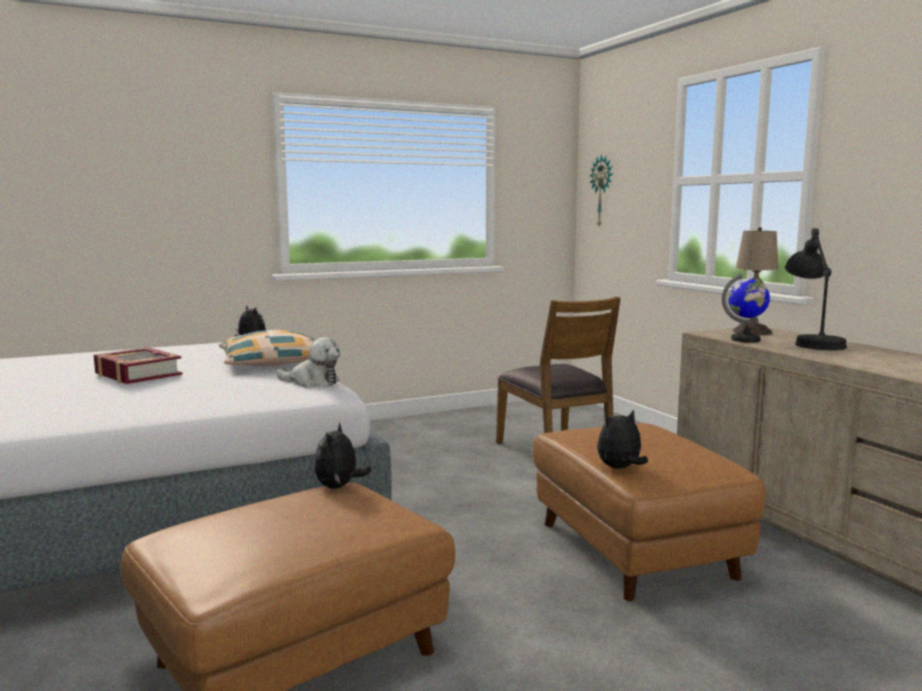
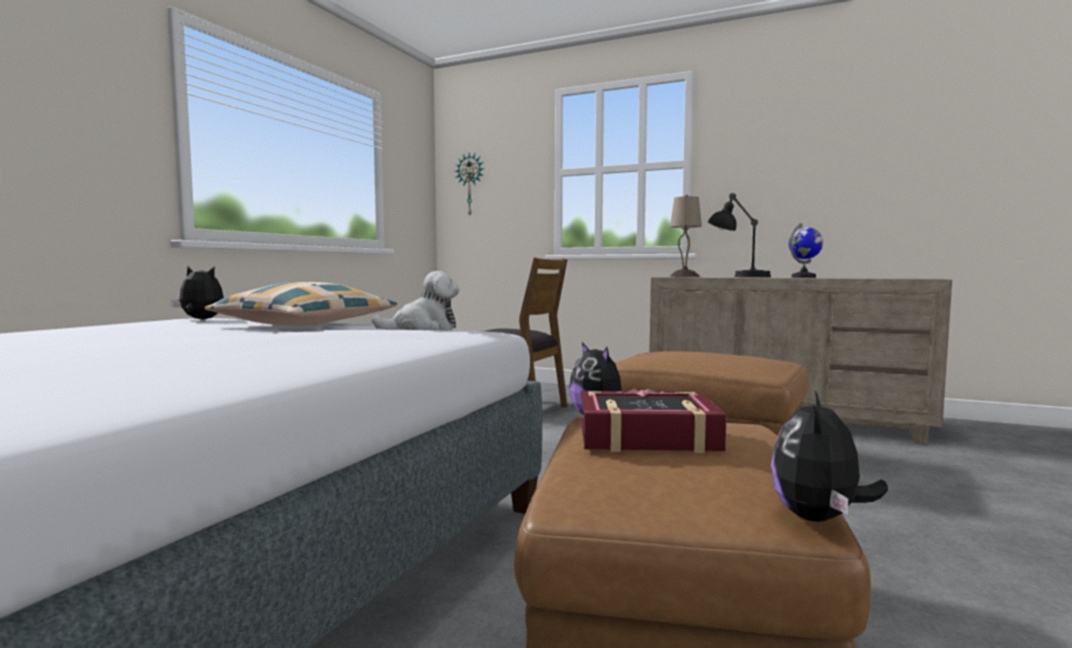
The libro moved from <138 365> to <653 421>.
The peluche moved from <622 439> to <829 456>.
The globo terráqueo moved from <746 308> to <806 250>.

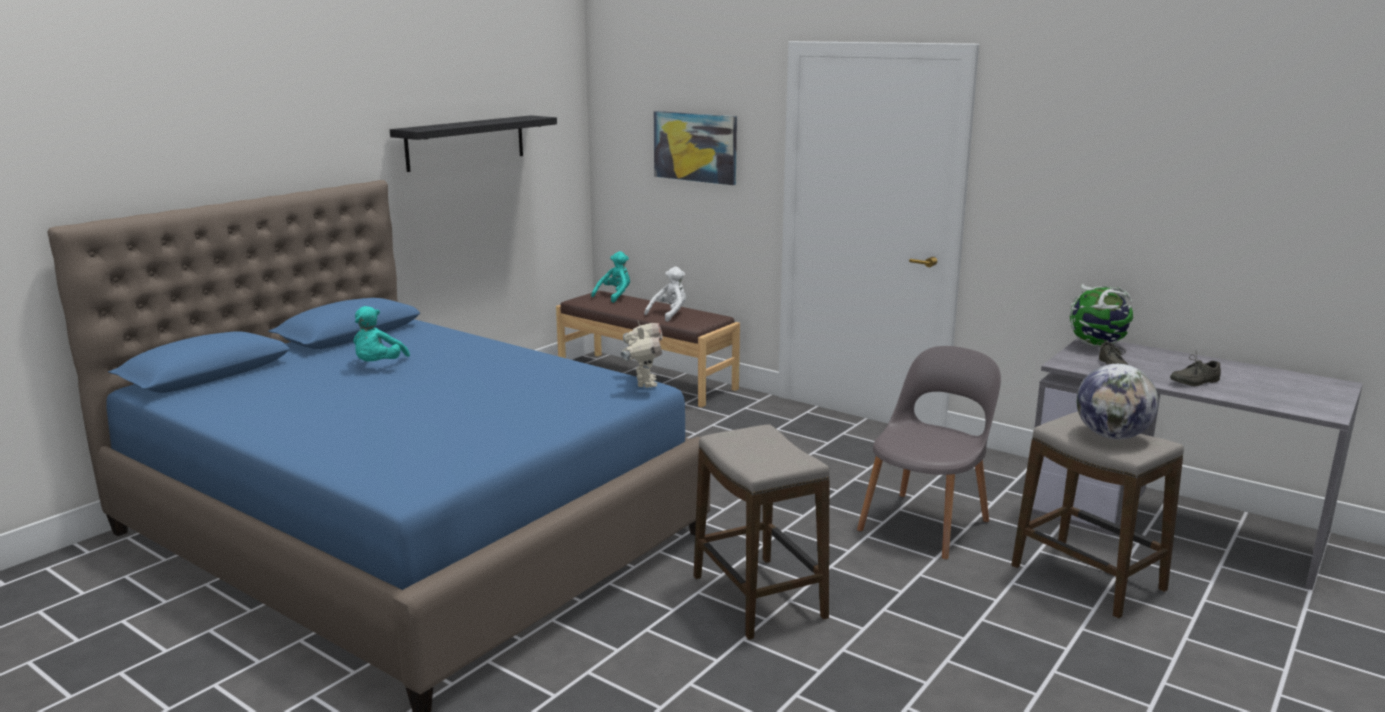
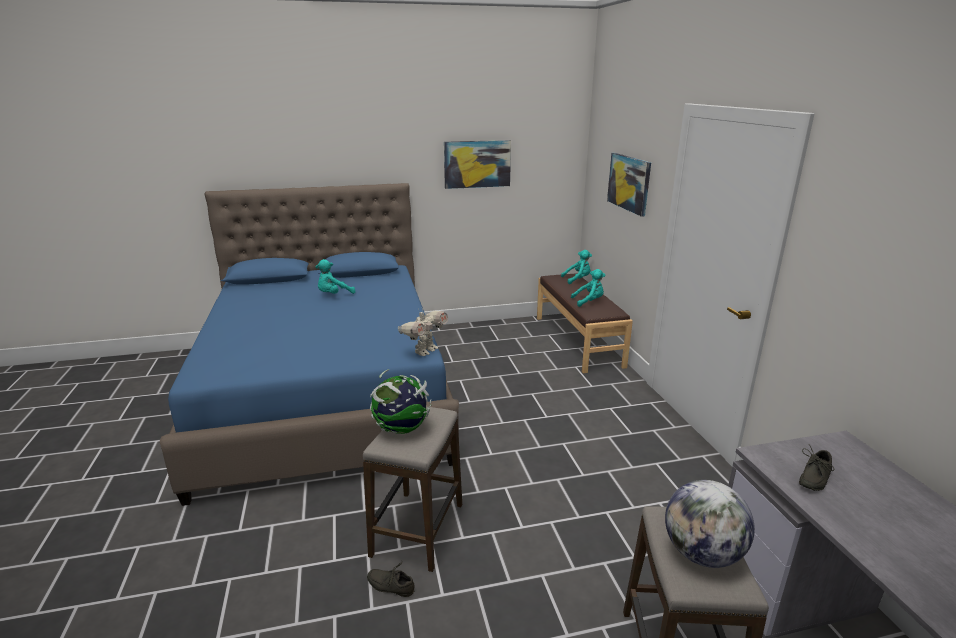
The silla (gris) at <929 453> disappeared.
The globo terráqueo moved from <1101 315> to <400 401>.
The zapato (gris) moved from <1195 369> to <390 579>.
The estante (negro) at <473 143> was replaced by the cuadro at <477 164>.
The peluche (blanco) at <665 294> became the peluche (turquesa) at <588 288>.

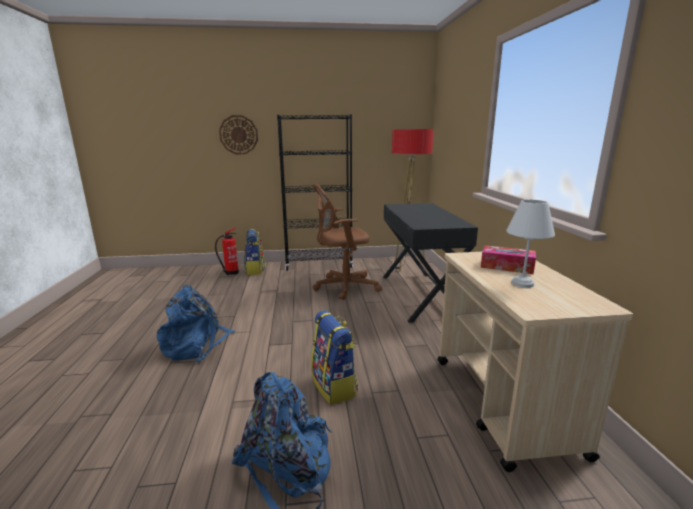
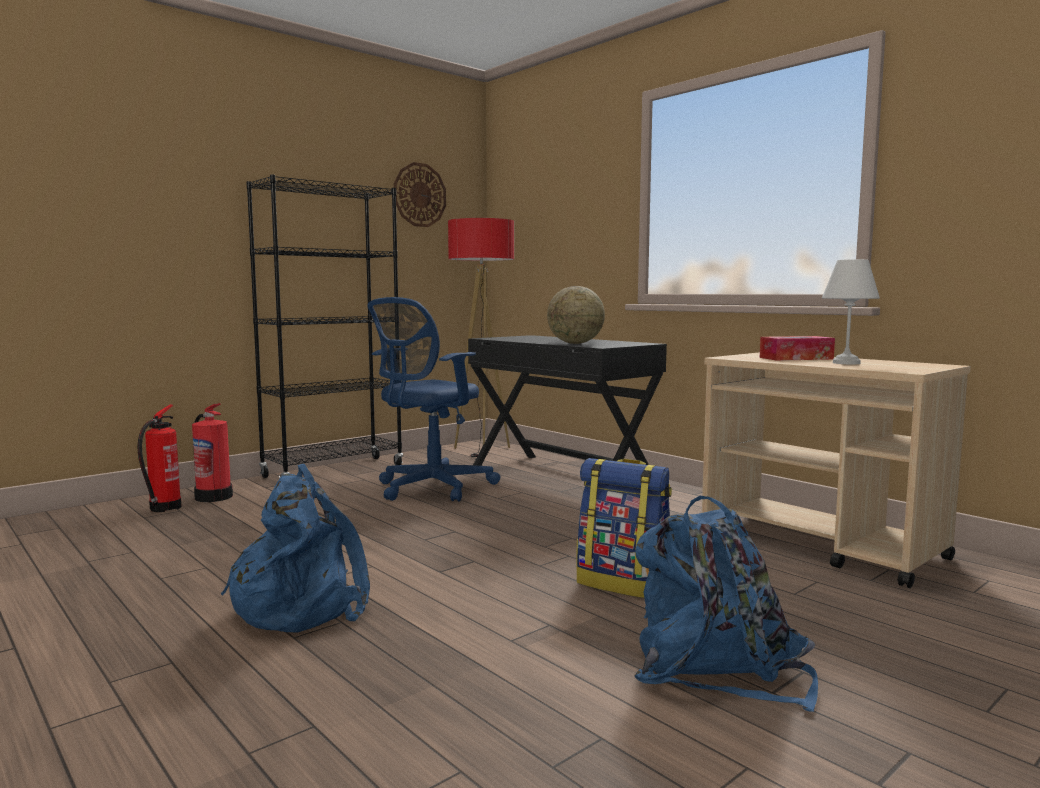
The globo terráqueo at <576 315> appeared.
The reloj de pared moved from <238 134> to <420 194>.
The mochila at <254 252> was replaced by the extintor at <212 452>.
The silla de oficina (marrón) at <347 242> became the silla de oficina (azul) at <434 399>.

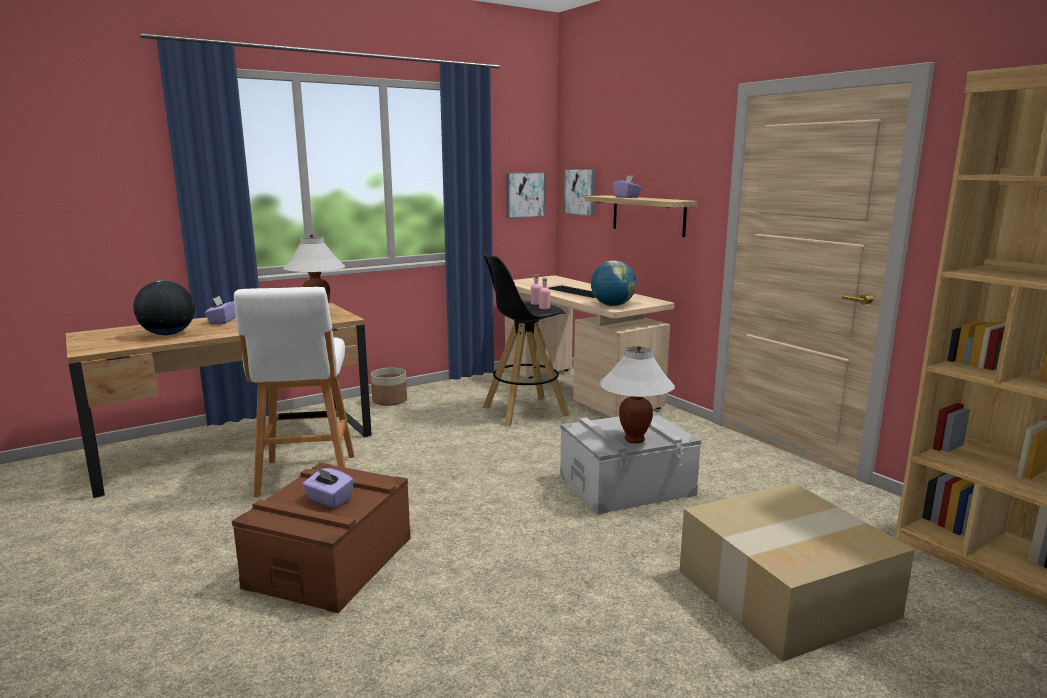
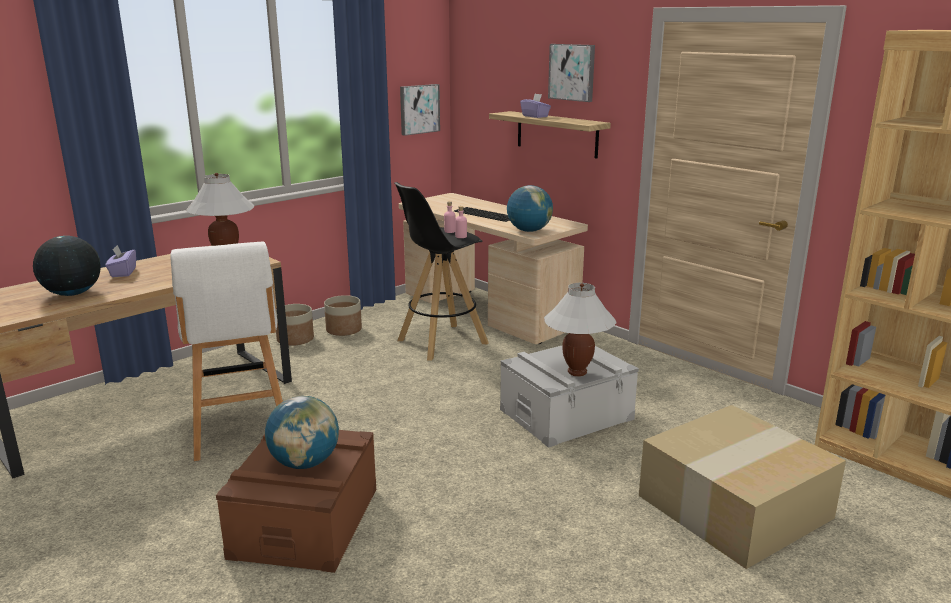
The maceta at <343 315> appeared.
The cuadro moved from <580 192> to <571 73>.
The caja de pañuelos (morado) at <328 487> was replaced by the globo terráqueo at <302 432>.

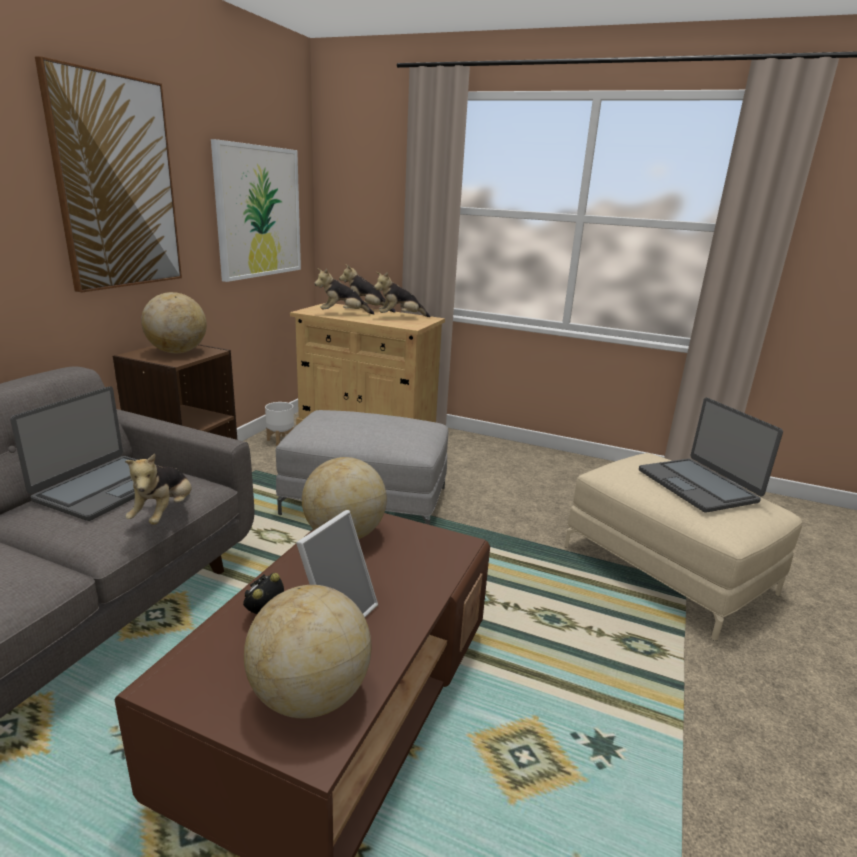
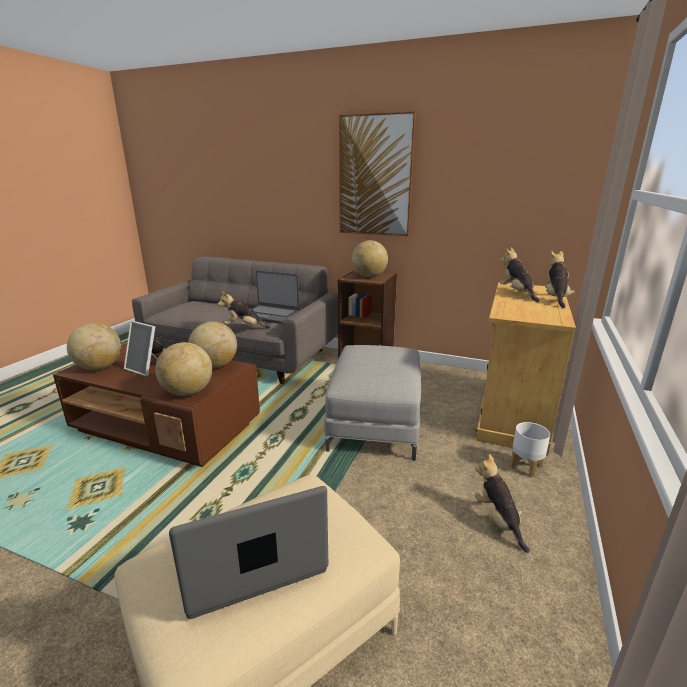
The cuadro at <256 210> disappeared.
The globo terráqueo at <183 369> appeared.
The maceta (blanco) moved from <279 424> to <530 449>.
The peluche moved from <402 294> to <502 503>.

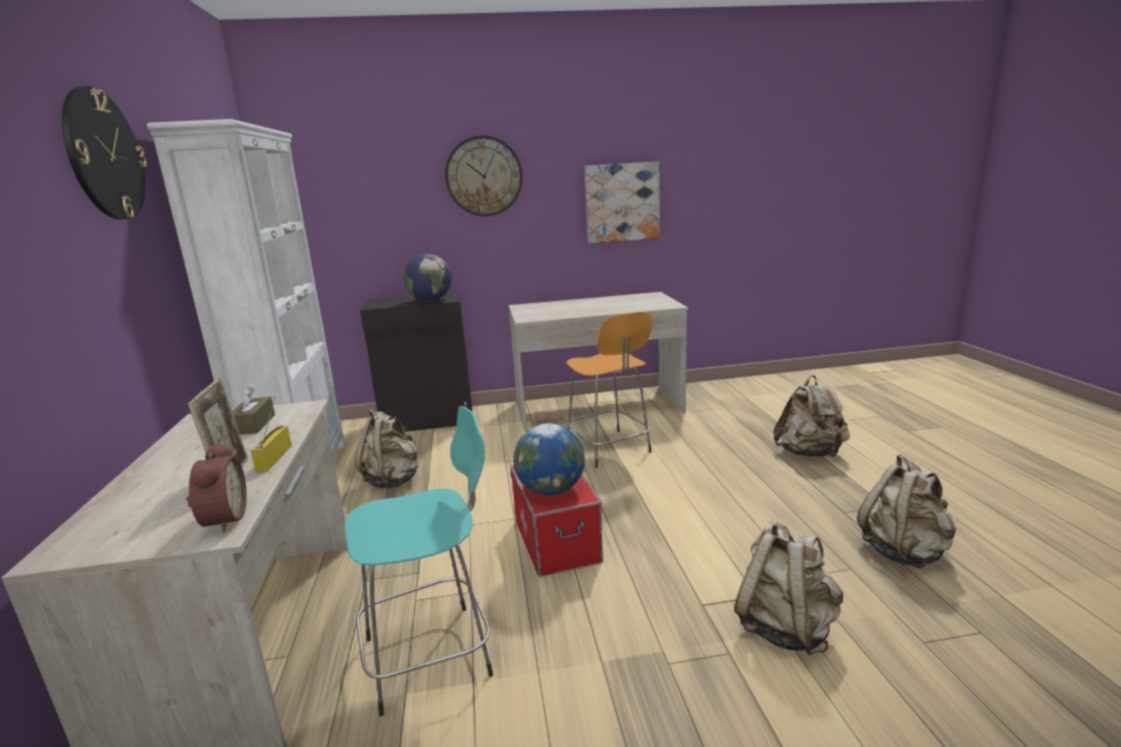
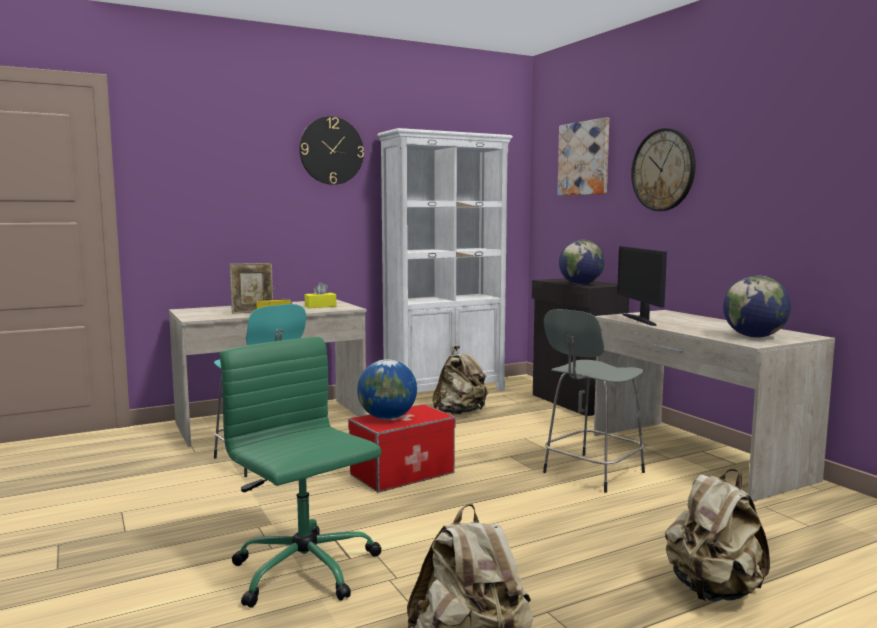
The despertador at <216 487> disappeared.
The monitor at <642 286> appeared.
The globo terráqueo at <757 306> appeared.
The cuadro moved from <622 202> to <583 156>.
The mochila (beis) at <788 588> was replaced by the silla de oficina (verde) at <300 472>.
The caja de pañuelos (marrón) at <253 411> became the caja de pañuelos (amarillo) at <320 295>.
The taburete (naranja) at <609 390> became the taburete (gris) at <594 401>.

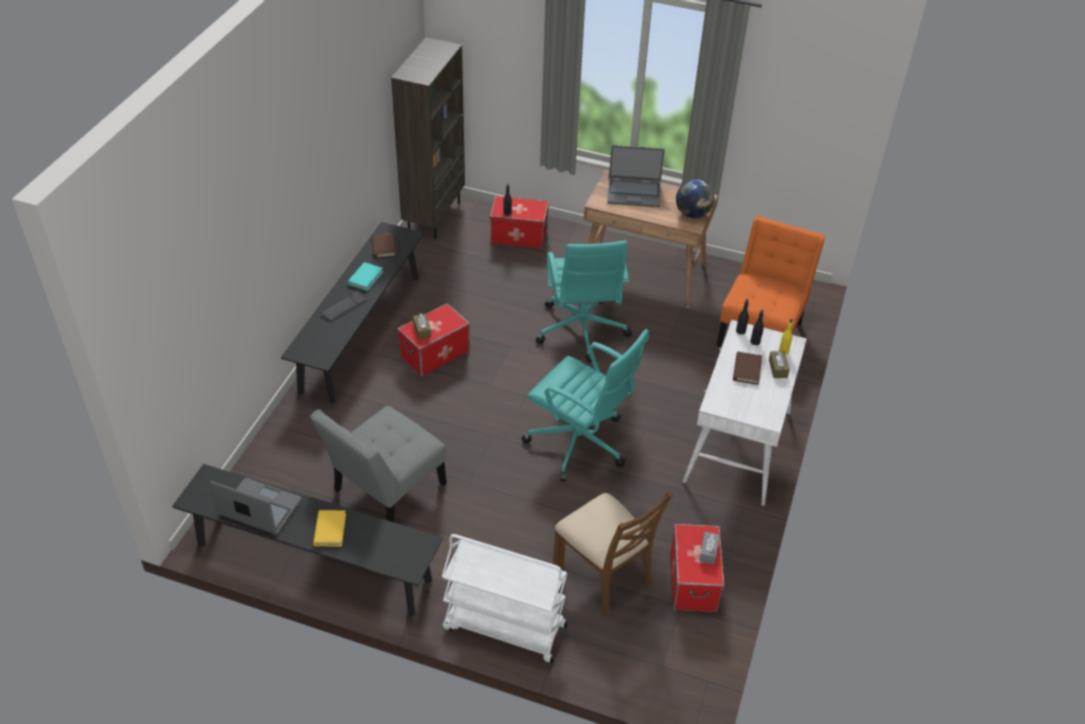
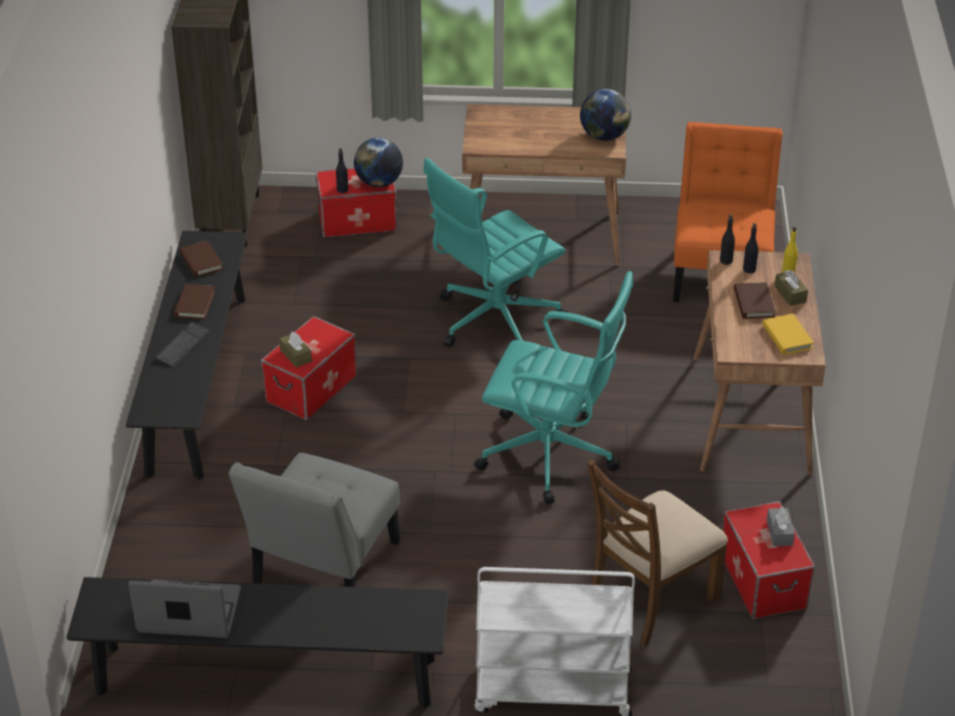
The portátil at <636 176> disappeared.
The globo terráqueo at <378 162> appeared.
The libro (amarillo) moved from <329 528> to <788 334>.
The libro (turquesa) at <365 276> became the libro (marrón) at <195 302>.
The escritorio (blanco) at <745 413> became the escritorio (marrón) at <759 362>.
The silla de oficina (turquesa) at <584 302> turned 75 degrees clockwise.
The silla (marrón) at <613 553> turned 105 degrees clockwise.

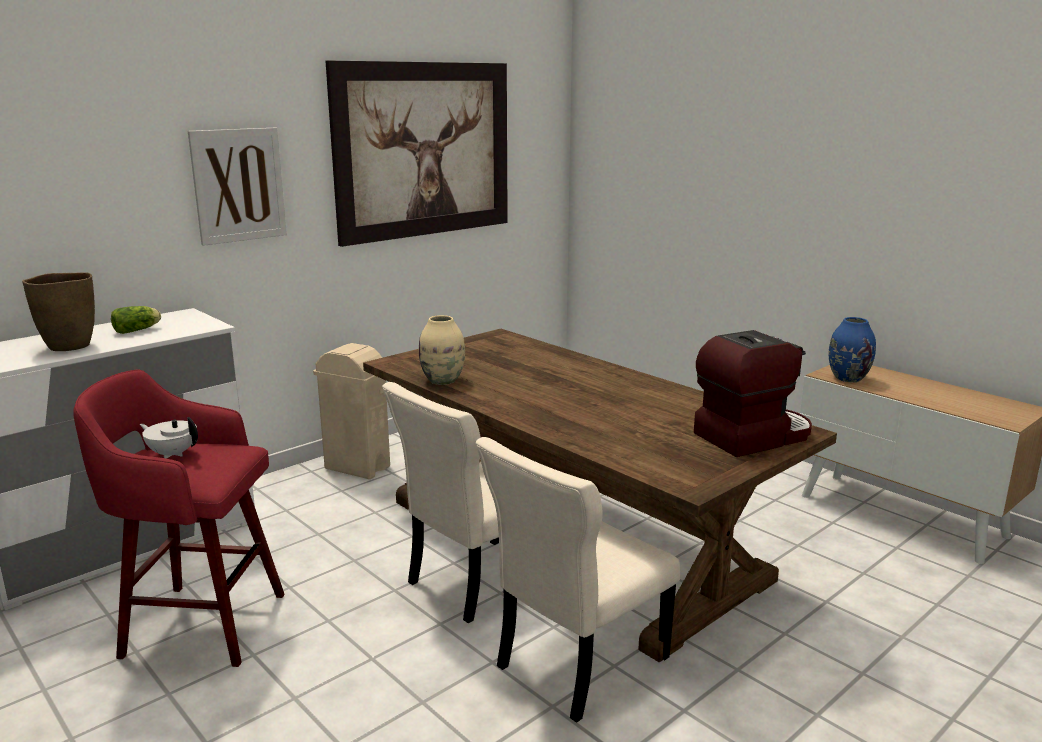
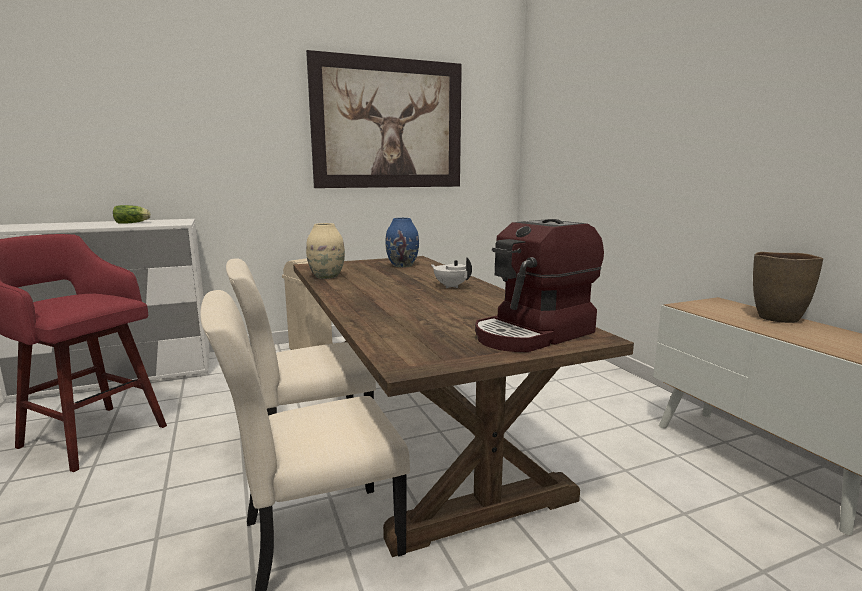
The cuadro at <237 187> disappeared.
The florero (marrón) moved from <58 311> to <788 287>.
The tetera (blanco) moved from <169 437> to <451 272>.
The florero (azul) moved from <852 349> to <402 242>.
The cafetera at <753 393> turned 150 degrees clockwise.

